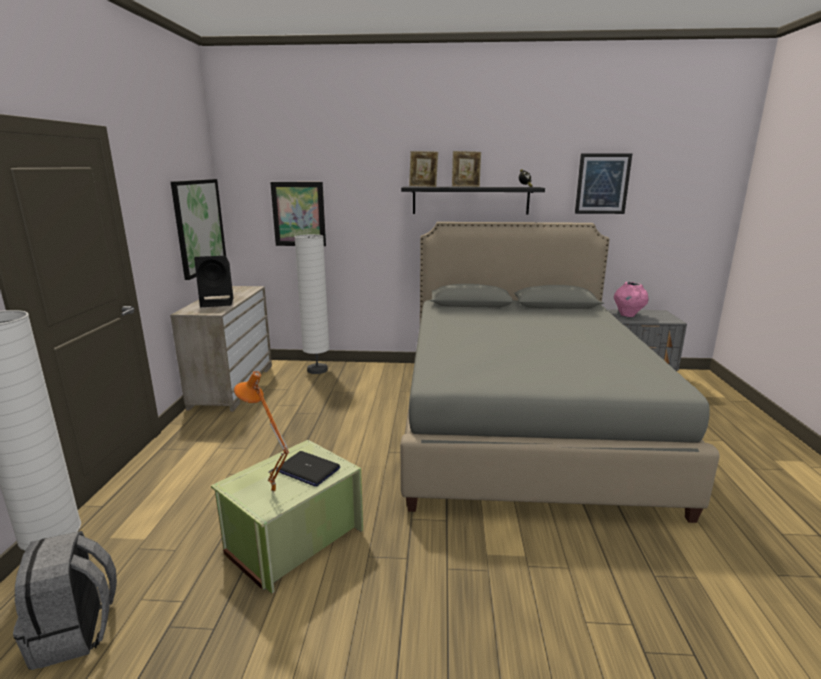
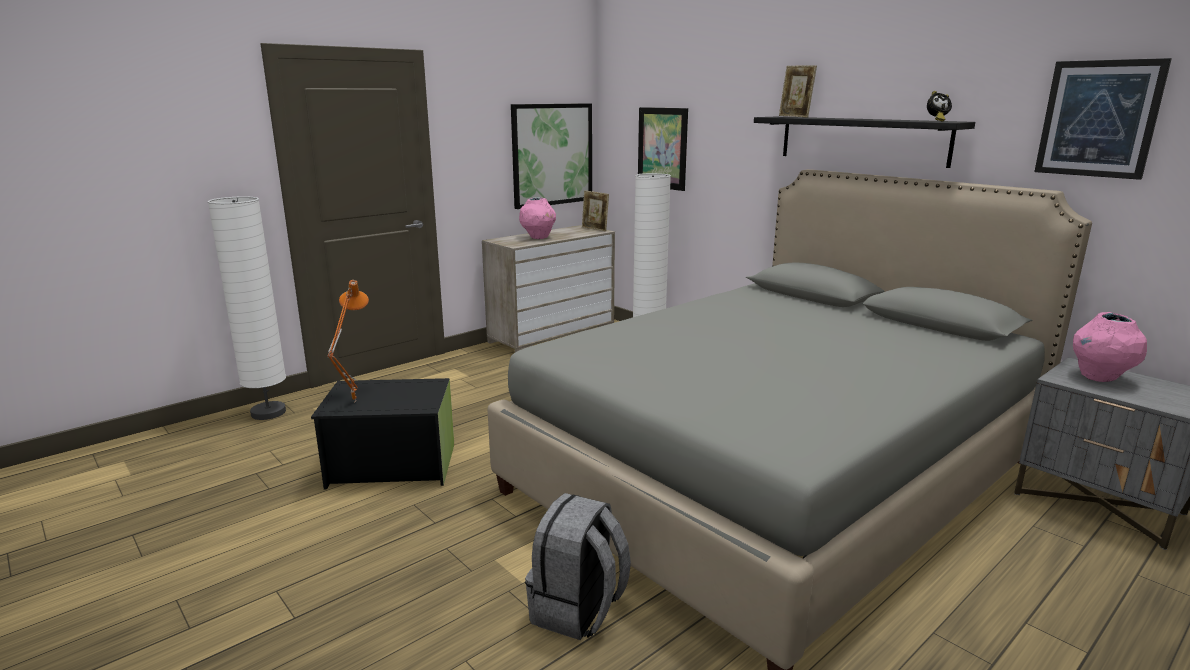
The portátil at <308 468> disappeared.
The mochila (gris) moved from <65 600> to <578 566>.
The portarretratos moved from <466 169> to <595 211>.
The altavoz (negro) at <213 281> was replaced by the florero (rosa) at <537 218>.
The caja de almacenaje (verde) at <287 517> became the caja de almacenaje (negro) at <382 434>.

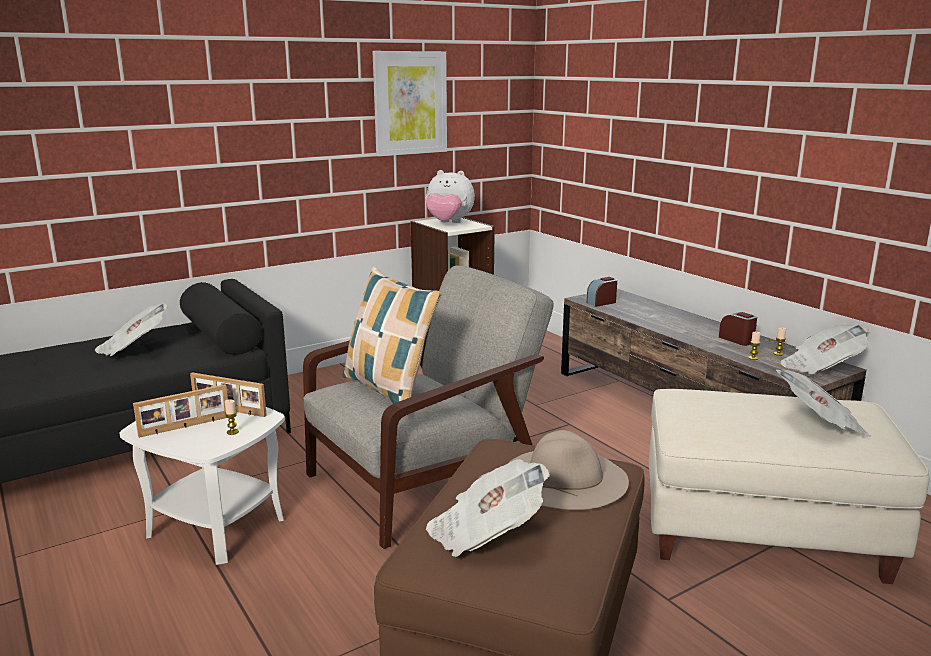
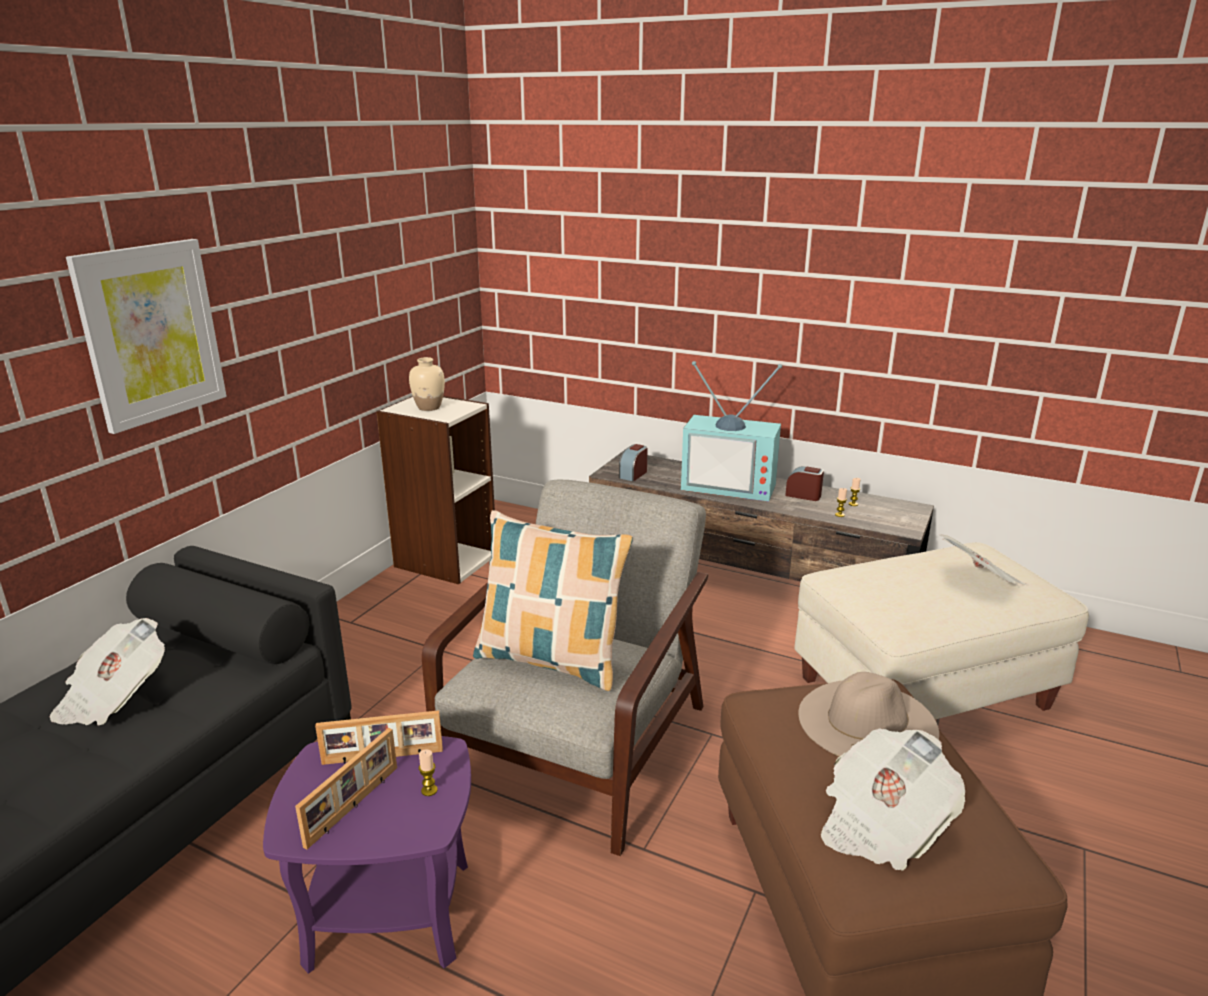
The periódico at <824 349> disappeared.
The televisor at <731 431> appeared.
The cuadro moved from <409 103> to <146 336>.
The peluche at <450 196> was replaced by the florero (beis) at <427 384>.
The mesa auxiliar (blanco) at <202 486> became the mesa auxiliar (morado) at <367 855>.

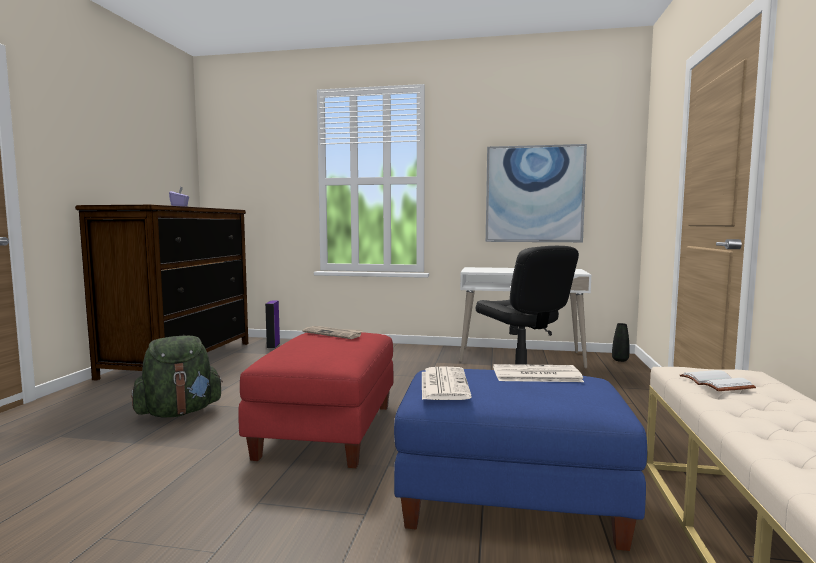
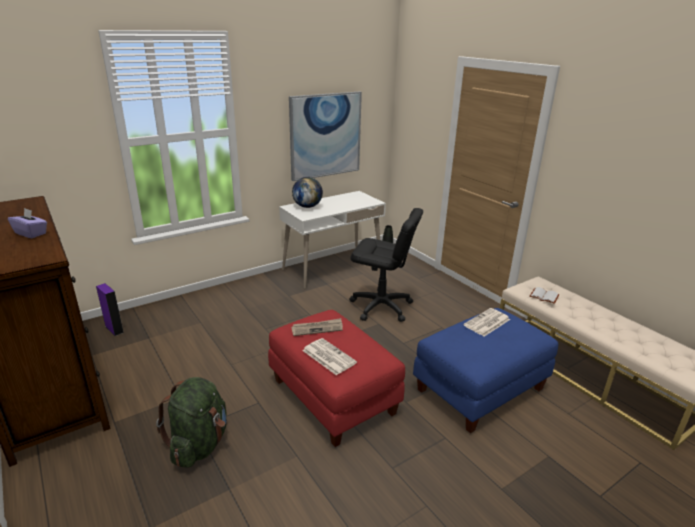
The globo terráqueo at <307 192> appeared.
The periódico moved from <447 383> to <329 356>.

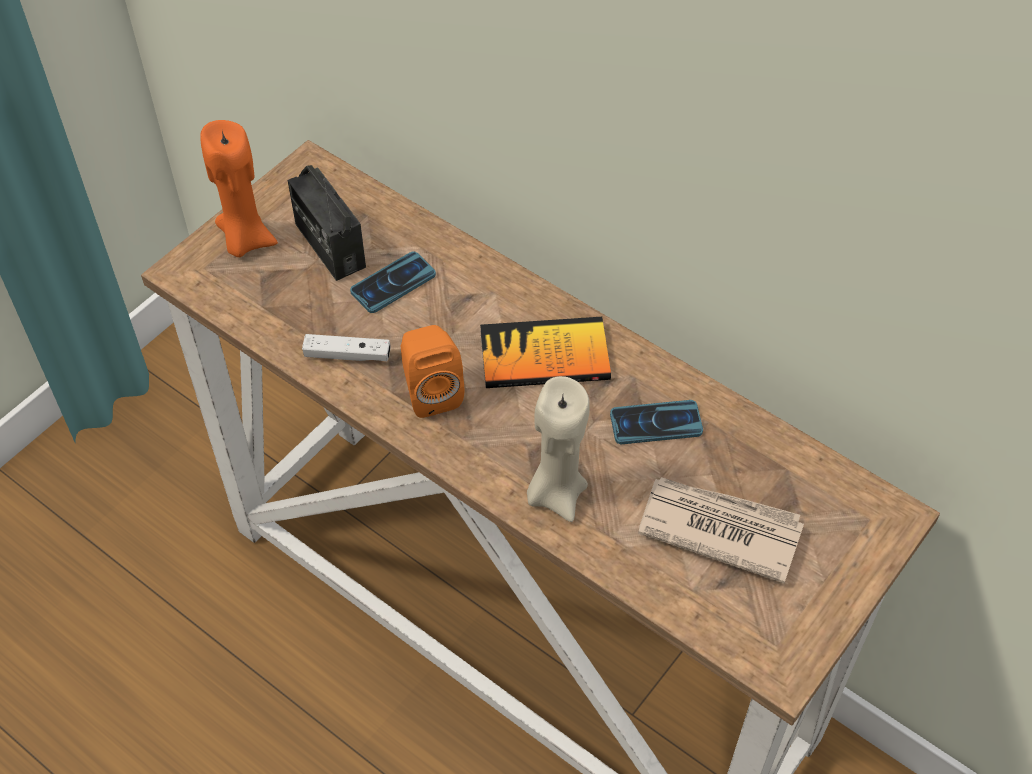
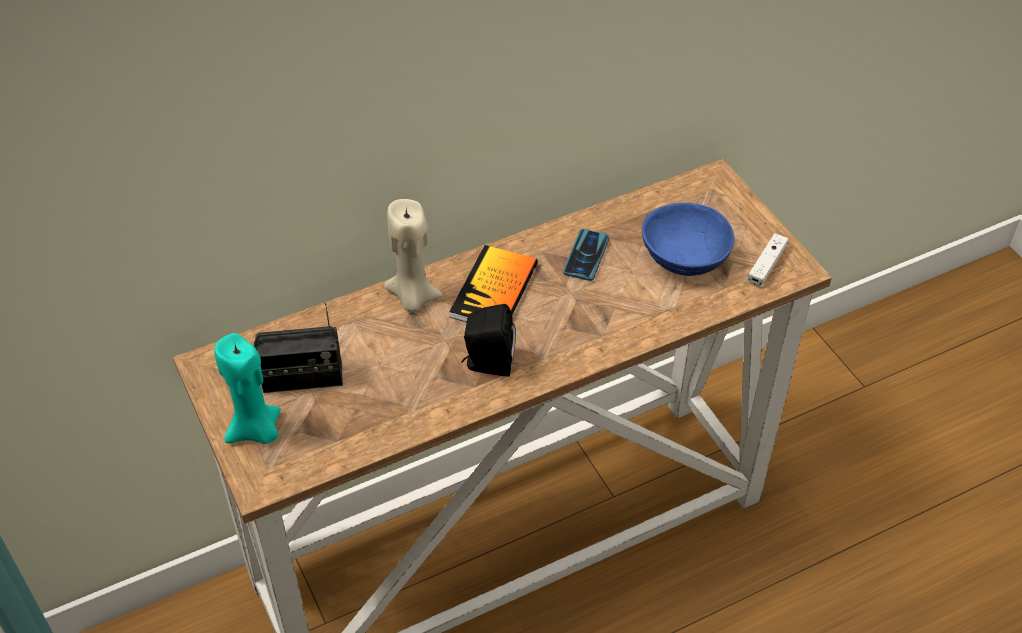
The móvil at <393 282> disappeared.
The mando de consola (blanco) moved from <346 347> to <768 260>.
The vela (beis) moved from <558 449> to <413 255>.
The periódico at <721 530> was replaced by the cuenco (azul) at <688 239>.
The vela (naranja) at <239 188> became the vela (turquesa) at <247 388>.
The altavoz (naranja) at <432 371> became the altavoz (negro) at <488 340>.

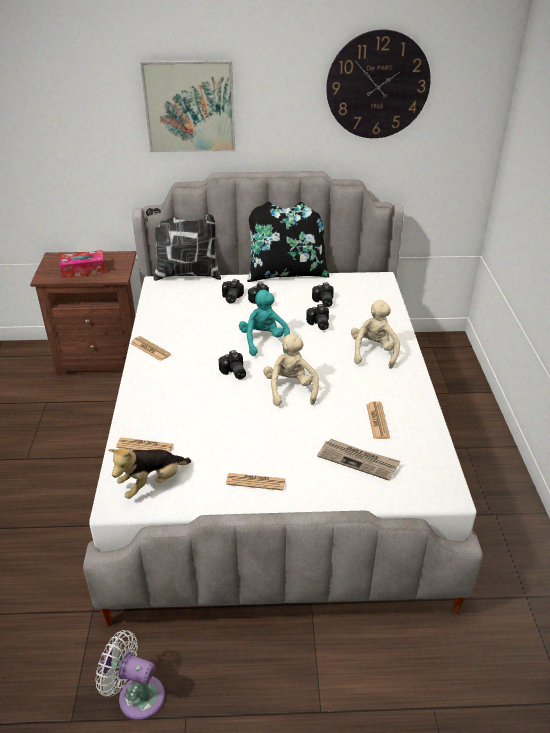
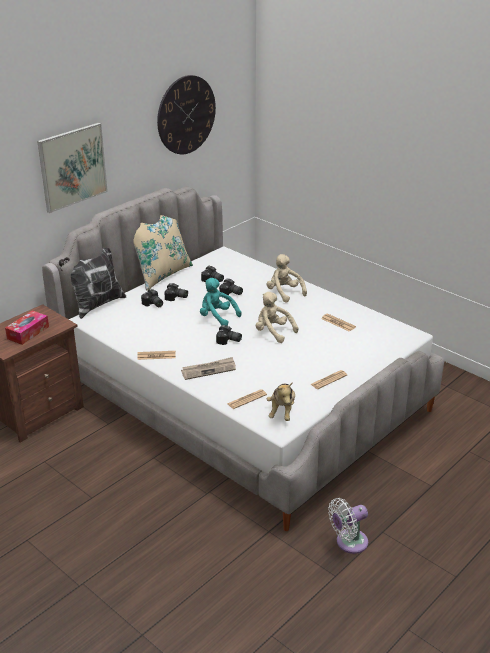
The periódico moved from <358 460> to <208 368>.
The cojín (negro) at <288 242> became the cojín (beis) at <163 253>.

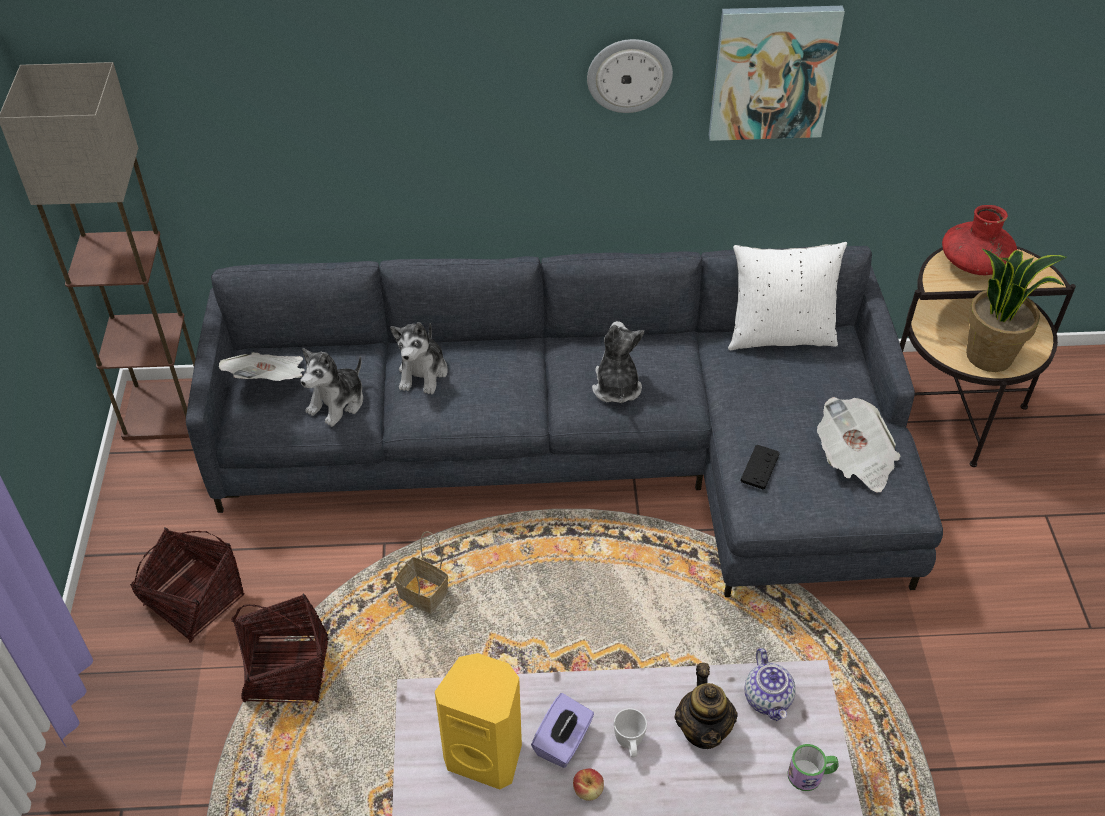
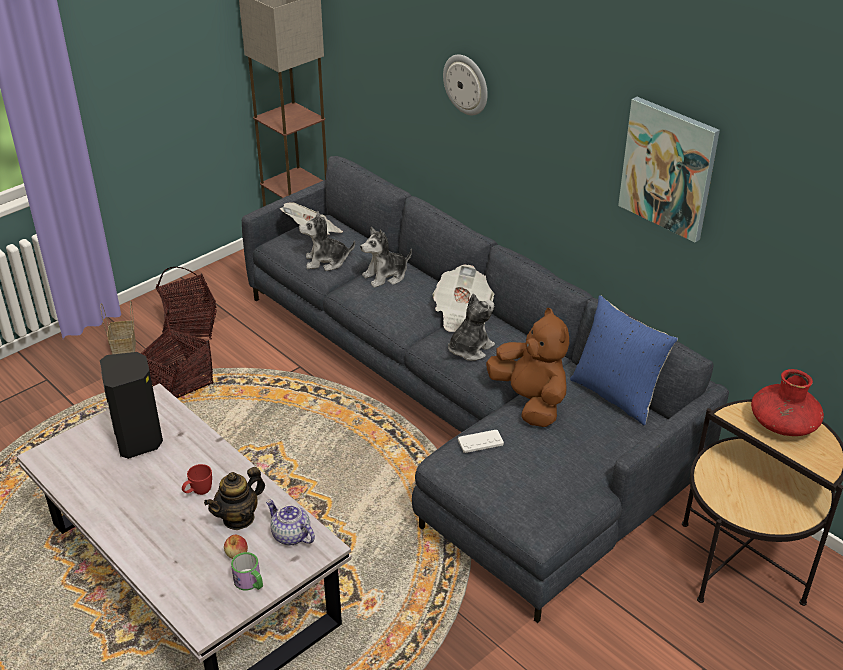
The caja de pañuelos (morado) at <562 730> disappeared.
The planta en maceta at <1016 310> disappeared.
The peluche (marrón) at <527 367> appeared.
The cesta moved from <421 572> to <118 327>.
The manzana moved from <588 784> to <236 547>.
The reloj de pared moved from <630 76> to <465 85>.
The periódico moved from <858 445> to <464 298>.
The altavoz (amarillo) at <478 721> became the altavoz (negro) at <131 405>.
The taza grande (blanco) at <630 732> became the taza grande (rojo) at <197 479>.
The cojín (blanco) at <787 296> became the cojín (azul) at <624 360>.
The mando de consola (negro) at <760 467> became the mando de consola (blanco) at <481 441>.
The tetera at <770 684> turned 90 degrees clockwise.

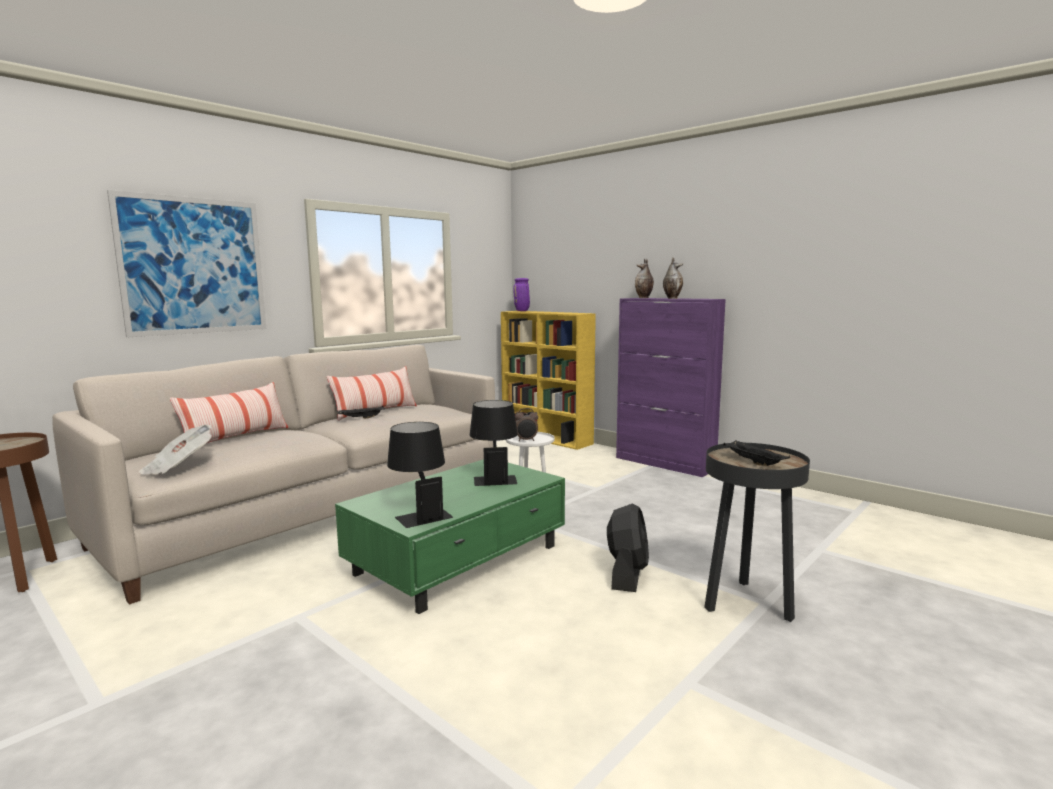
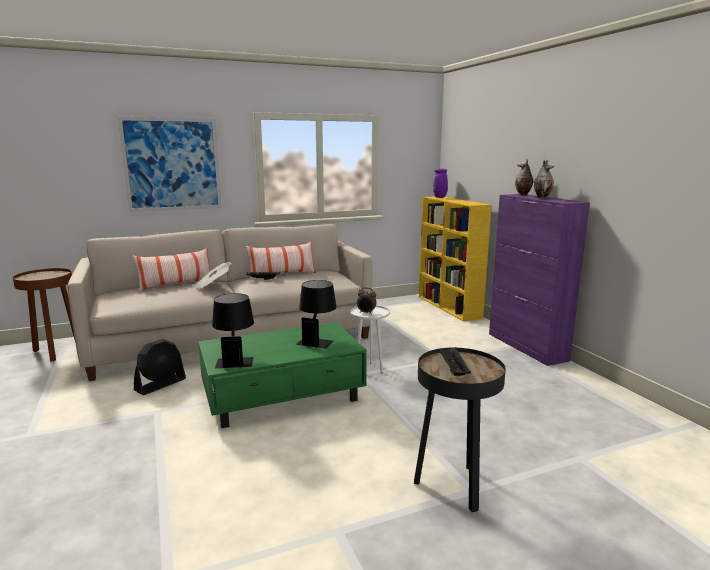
The periódico moved from <175 449> to <211 275>.
The ventilador (negro) moved from <628 548> to <160 367>.

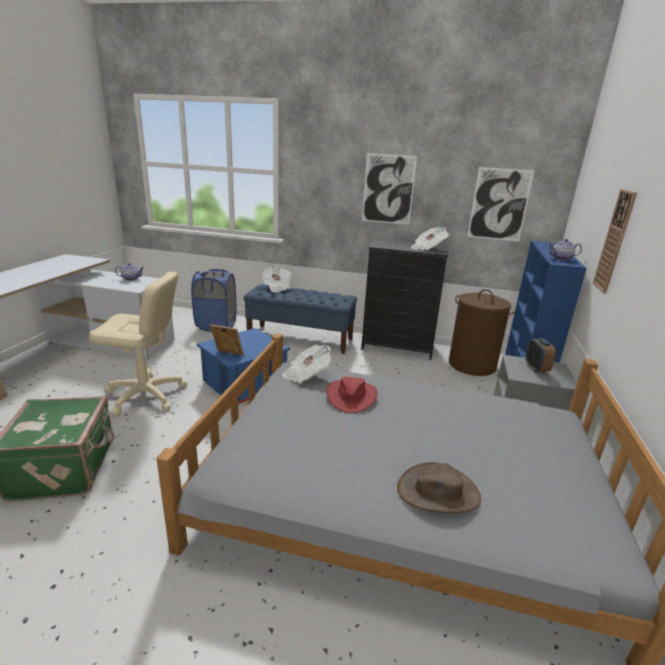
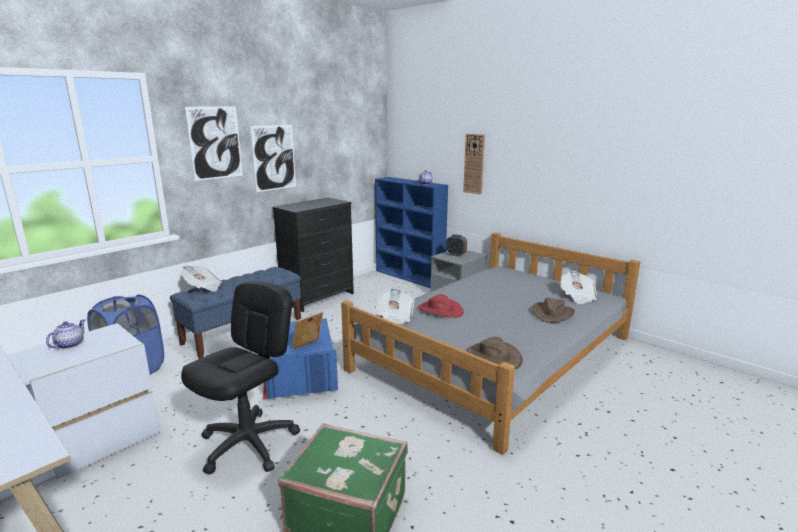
The cesto de la ropa (marrón) at <481 332> disappeared.
The sombrero (marrón) at <495 353> appeared.
The periódico moved from <430 238> to <578 287>.
The cuadro moved from <501 204> to <214 143>.
The silla de oficina (beis) at <138 343> became the silla de oficina (negro) at <240 377>.

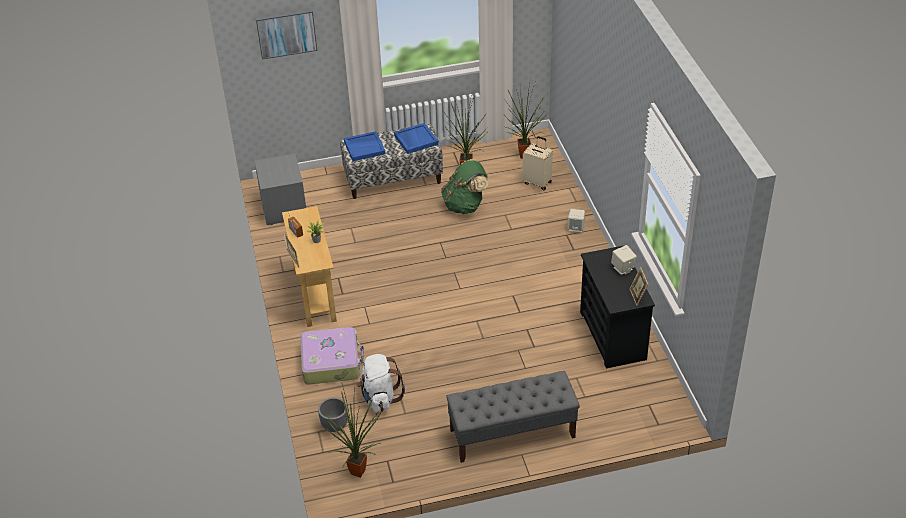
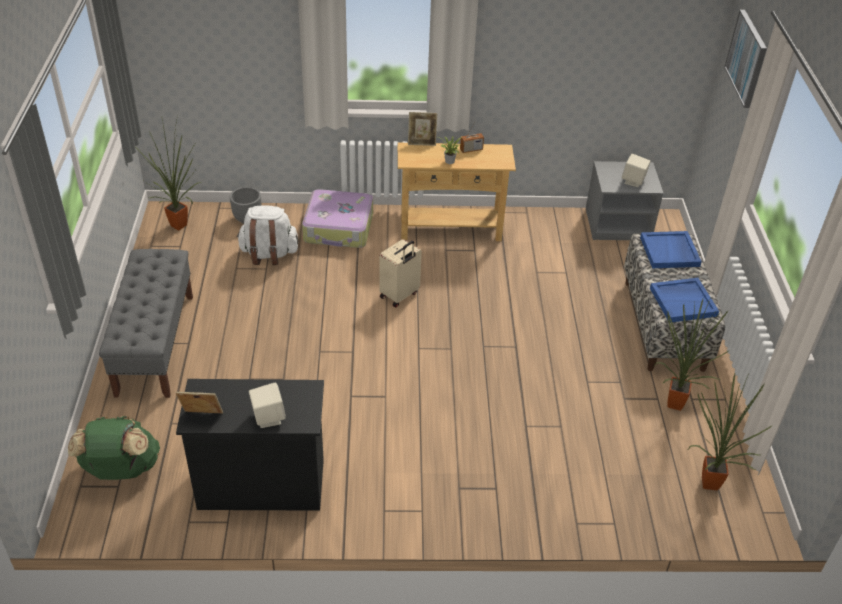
The mochila (verde) moved from <464 186> to <114 448>.
The maleta (beis) moved from <537 163> to <400 273>.
The altavoz (beis) moved from <576 221> to <636 170>.

